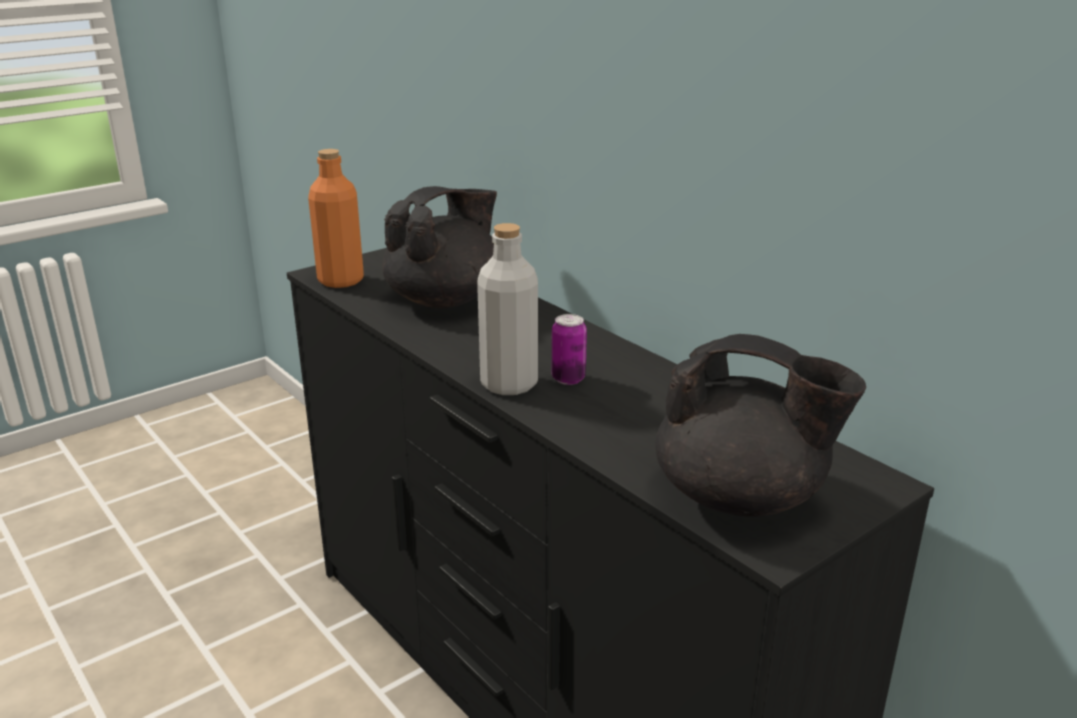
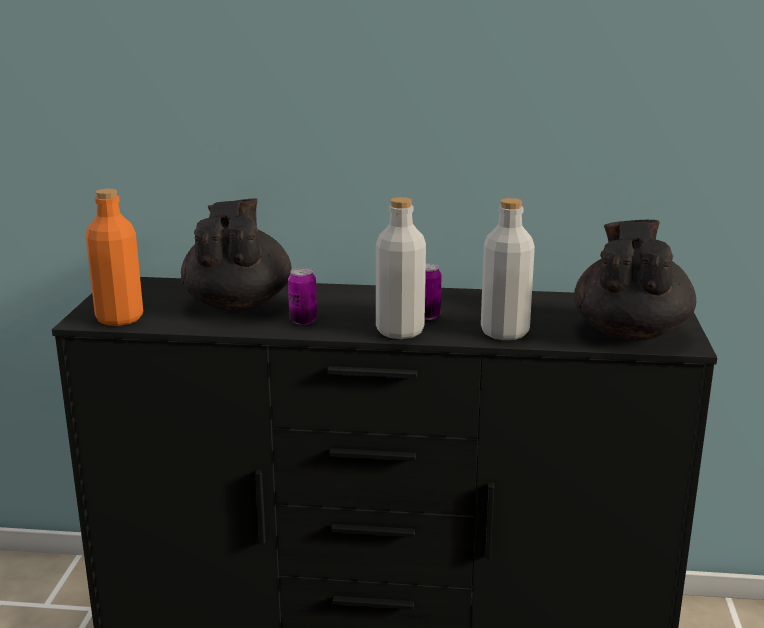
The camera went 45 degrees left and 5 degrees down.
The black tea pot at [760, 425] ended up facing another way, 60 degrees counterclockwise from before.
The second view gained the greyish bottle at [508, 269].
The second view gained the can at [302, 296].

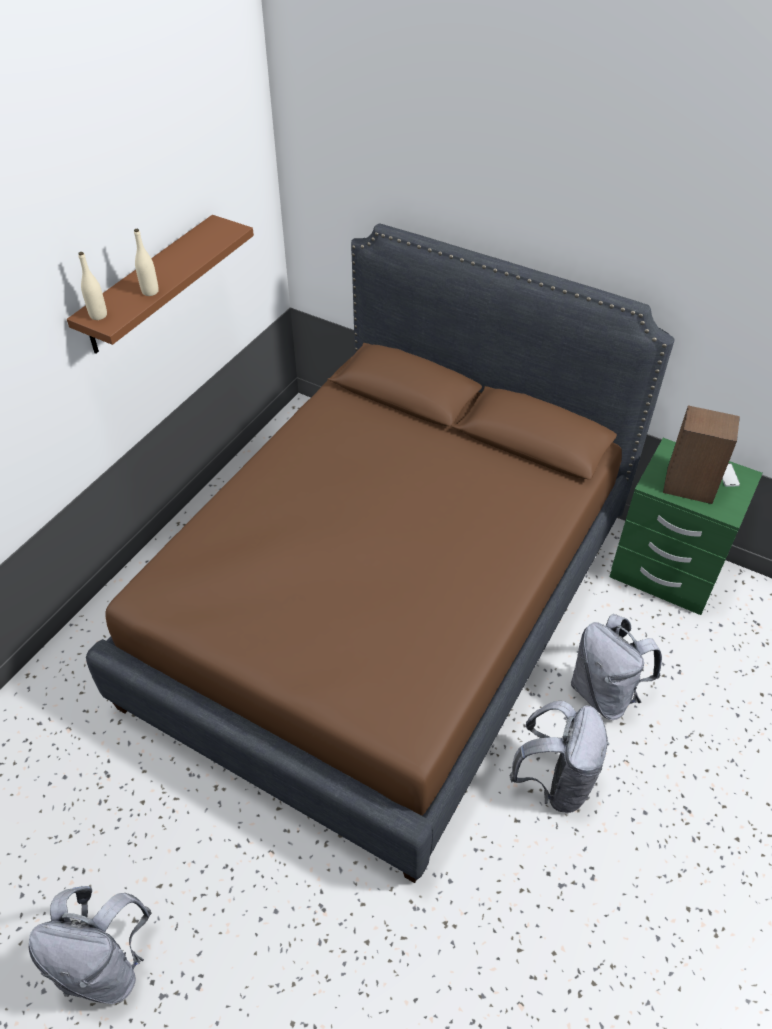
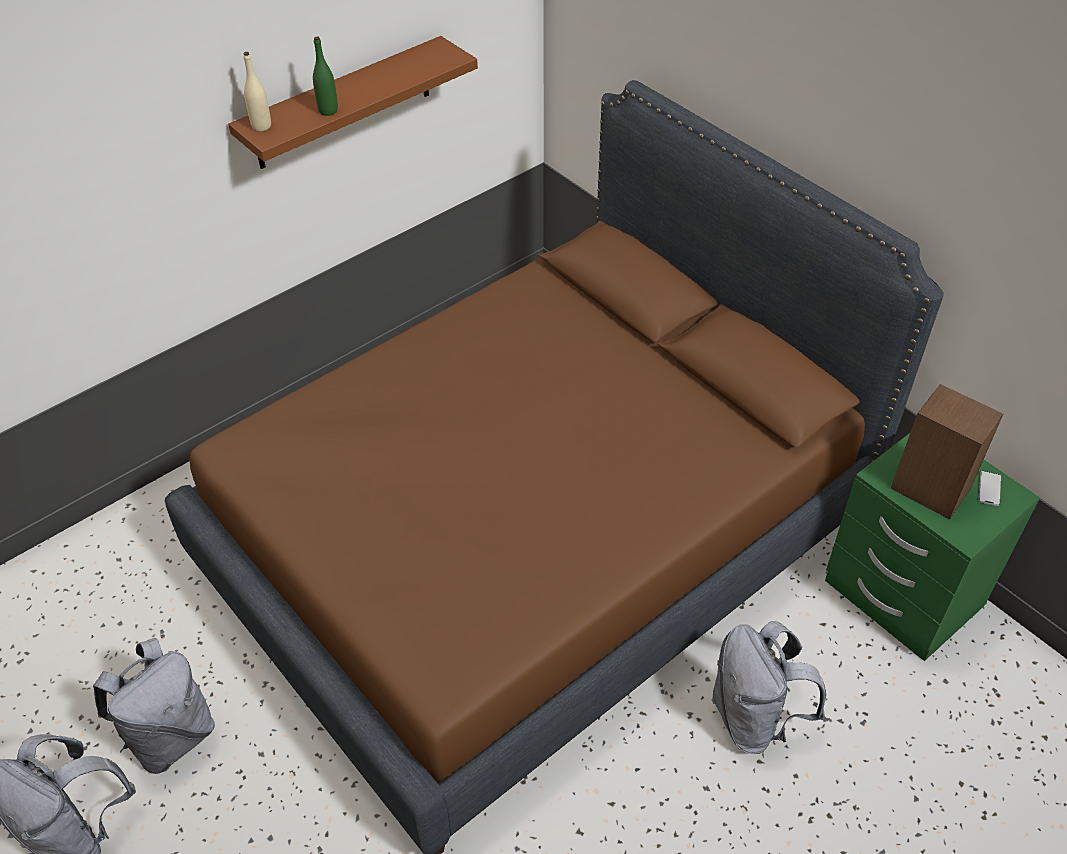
The camera went 20 degrees right and 0 degrees up.
What was the beige-coloured bottle at [146, 262] turned into the green bottle at [325, 76].
The greyish backpack ended up elsewhere, having gone from [559, 757] to [154, 706].

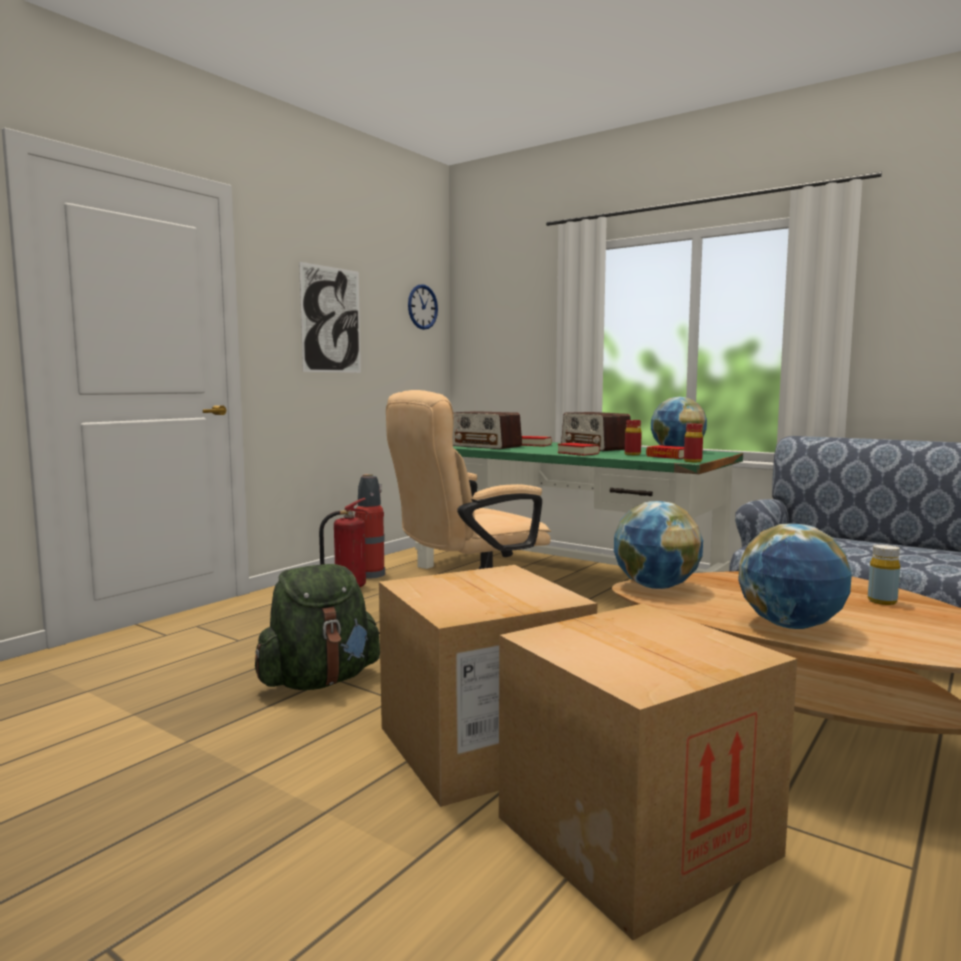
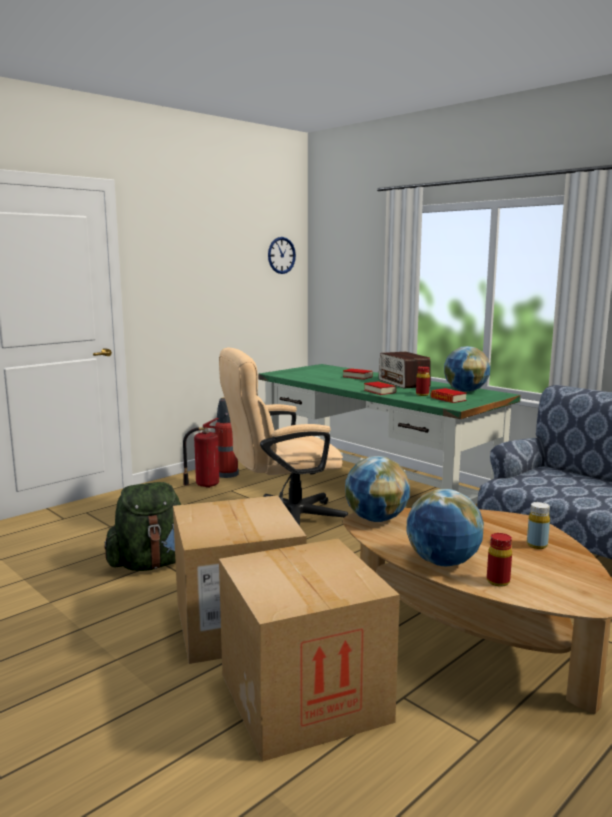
The camera went 10 degrees right and 5 degrees up.
The second view lost the wall picture at [330, 317].
The second view lost the radio at [487, 430].
The red-coloured bottle ended up elsewhere, having gone from [693, 442] to [499, 560].

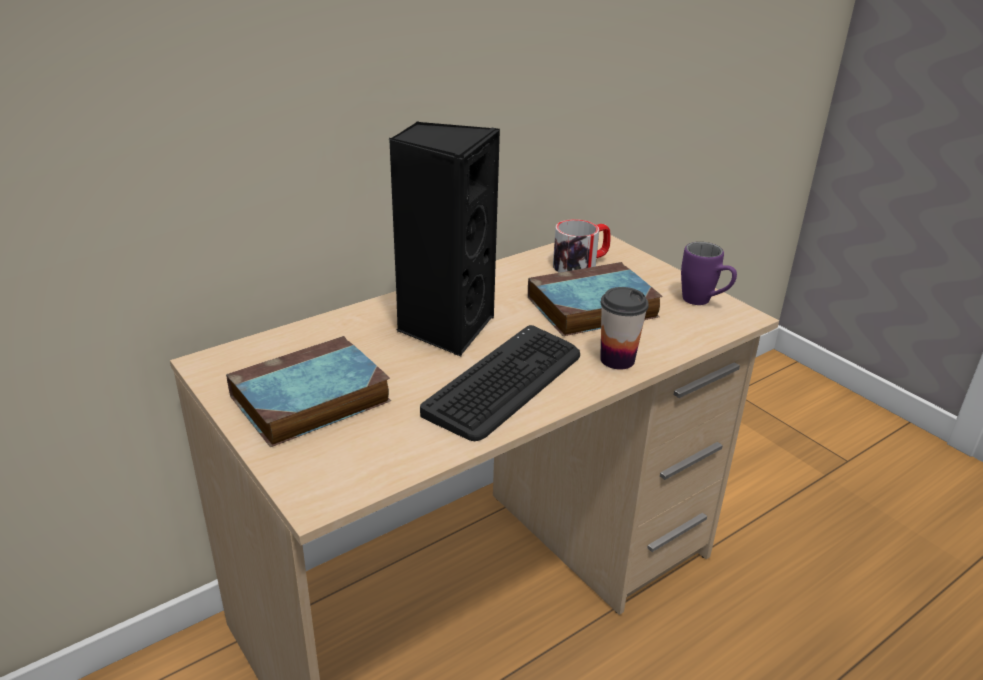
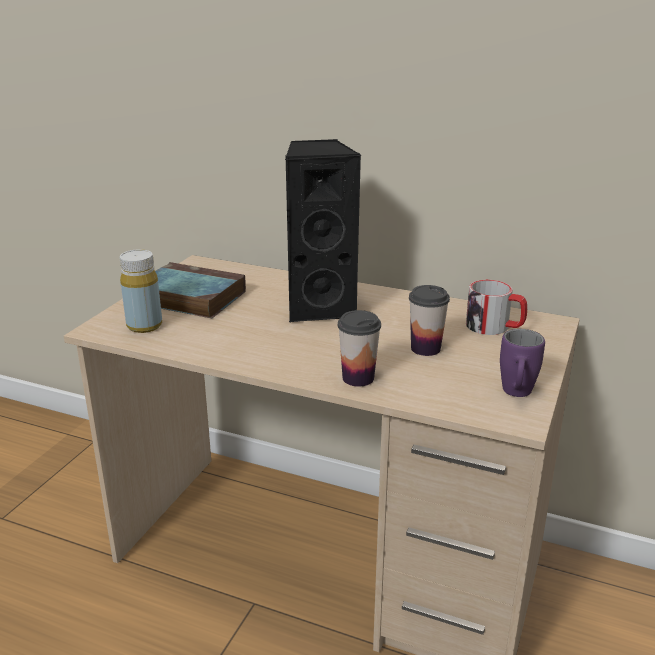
The camera went 60 degrees right and 5 degrees down.
Where the bound book stood at [595, 299], the drinking cup came to stand at [429, 320].
The second view lost the keyboard at [500, 383].
The second view gained the yellowish bottle at [141, 291].

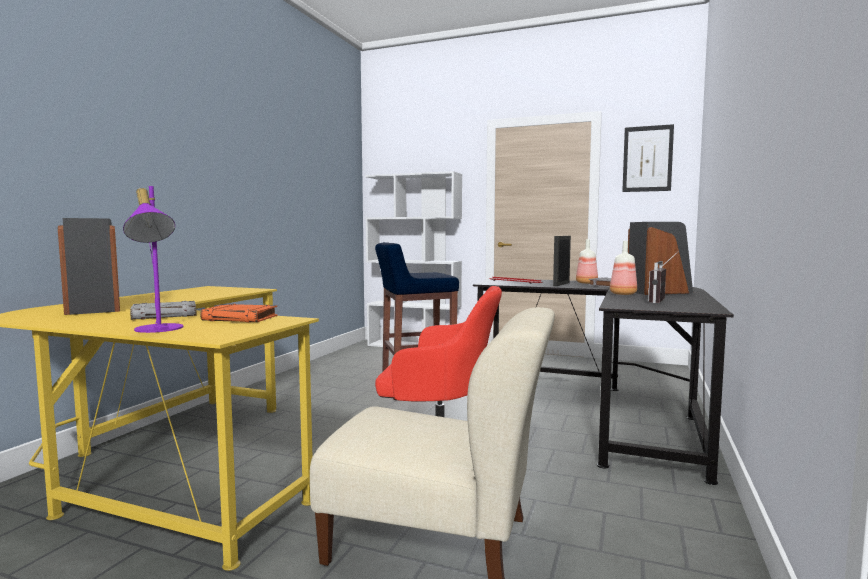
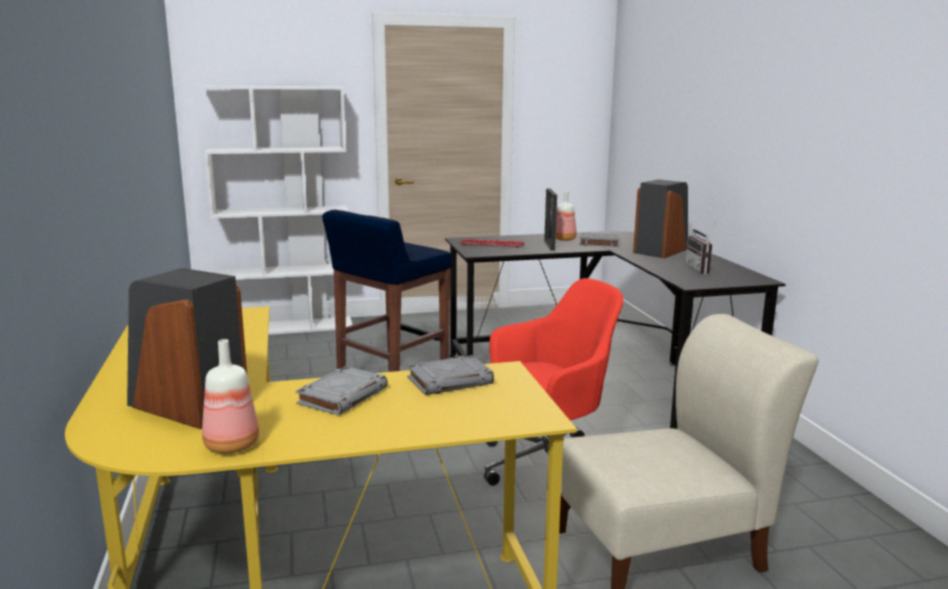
The camera went 35 degrees left and 10 degrees up.
The second view lost the wall picture at [648, 158].
The second view lost the purplish table lamp at [153, 259].
The bottle ended up elsewhere, having gone from [623, 268] to [230, 396].
What was the orange bound book at [239, 313] turned into the greyish bound book at [450, 375].

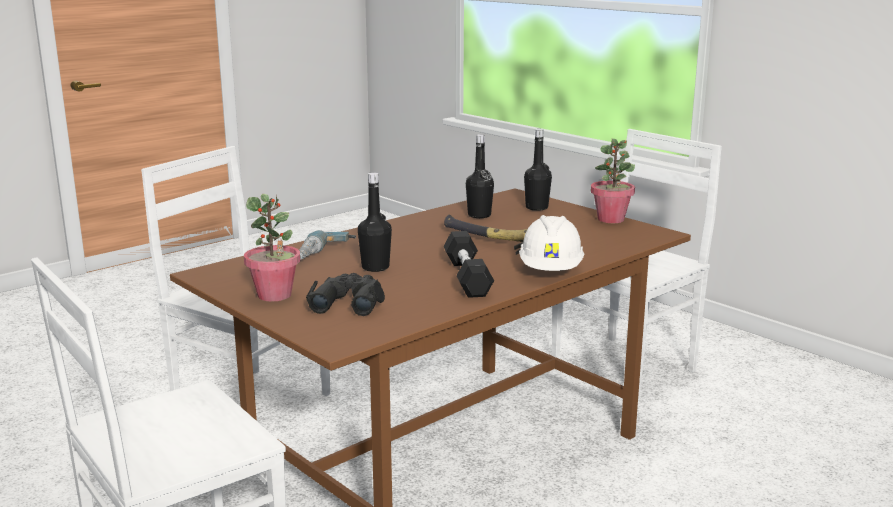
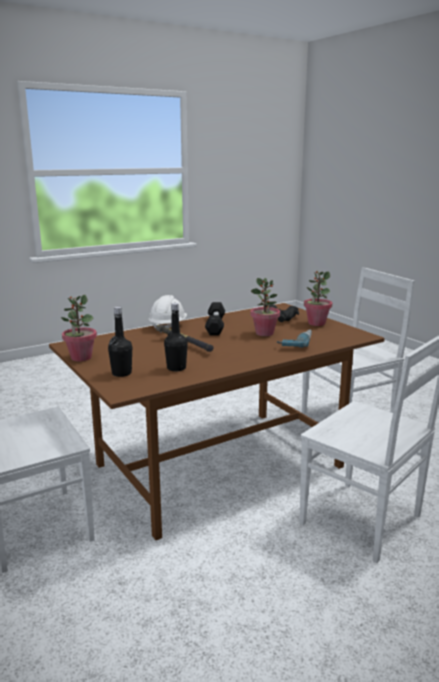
The camera went 170 degrees left and 0 degrees up.
Where the black bottle stood at [375, 222], the potted plant came to stand at [265, 307].

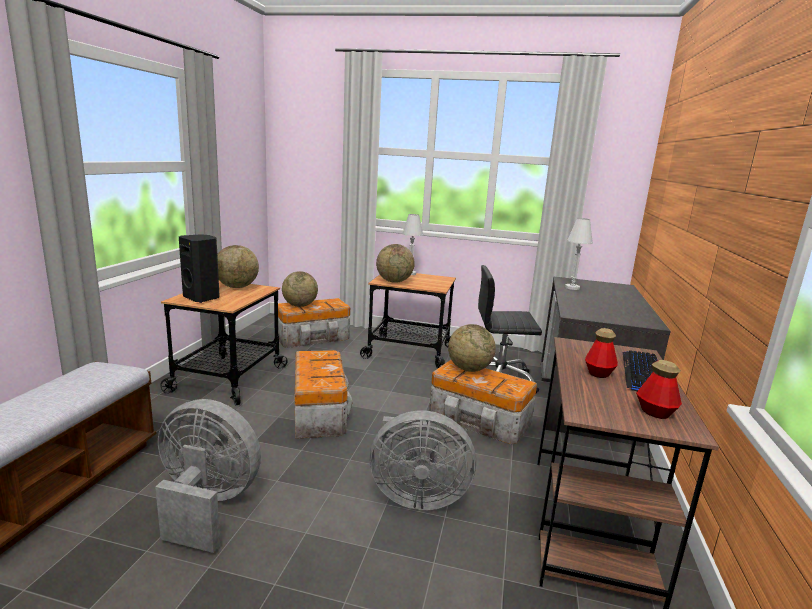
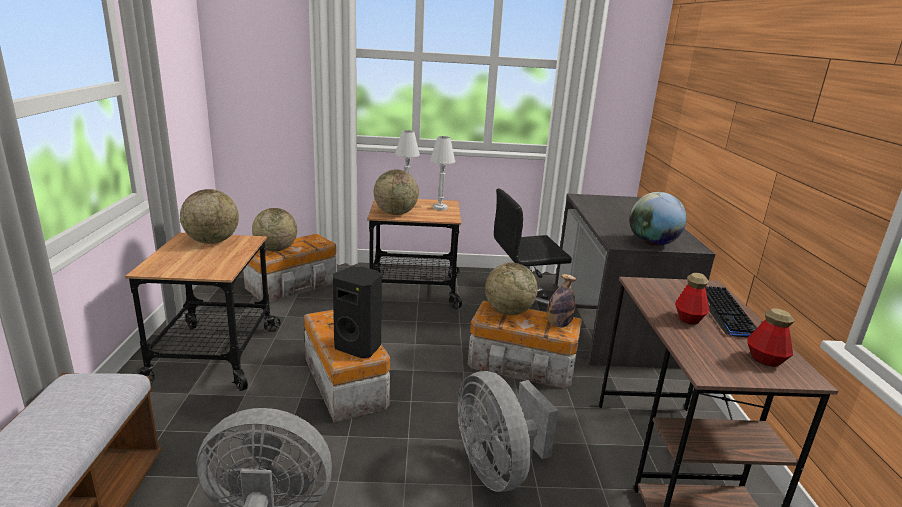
The camera went 15 degrees left and 5 degrees up.
The white table lamp ended up elsewhere, having gone from [579, 254] to [442, 173].
The black audio speaker ended up elsewhere, having gone from [199, 268] to [357, 312].
The greyish fan at [423, 460] ended up facing another way, 75 degrees clockwise from before.
The second view gained the globe at [658, 219].
The second view gained the bottle at [561, 300].

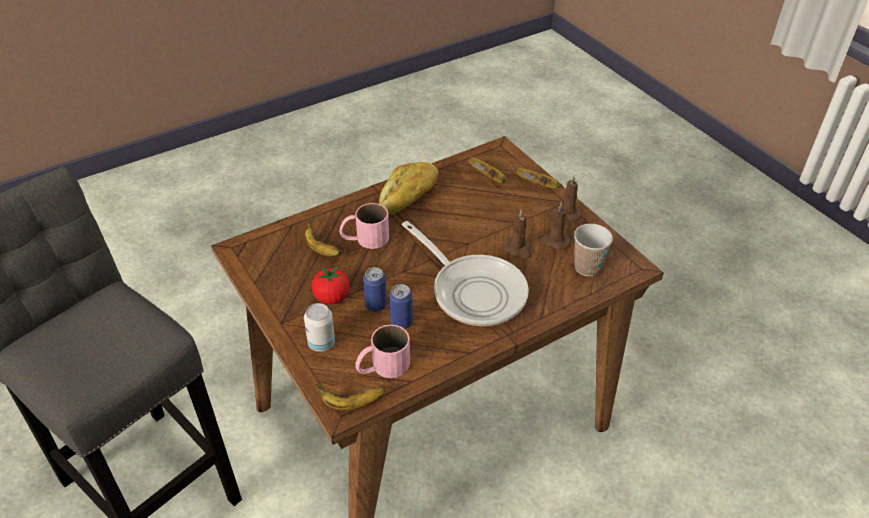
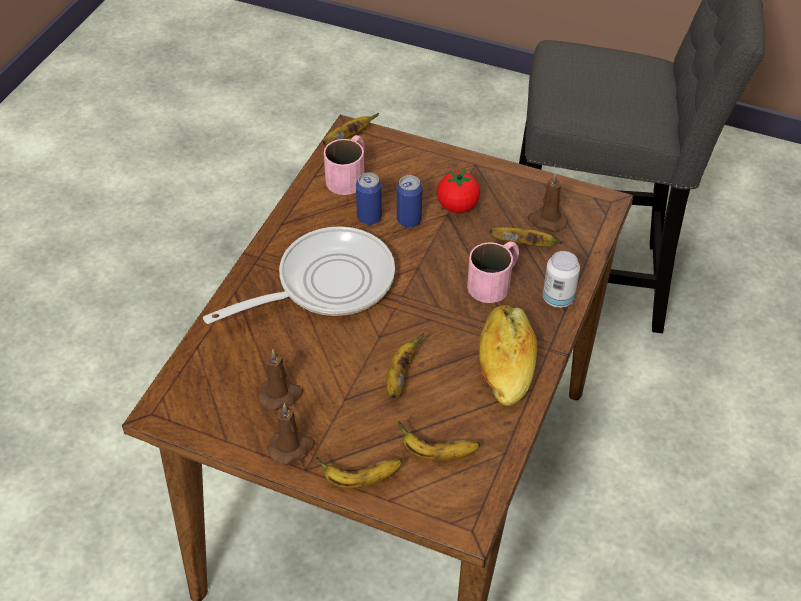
The camera went 145 degrees right and 5 degrees up.
The brown wax light ended up elsewhere, having gone from [516, 234] to [547, 202].
The pan at [465, 273] ended up facing another way, 135 degrees clockwise from before.
The second view lost the drinking cup at [593, 250].
The can ended up elsewhere, having gone from [319, 327] to [561, 279].
The second view gained the banana fruit at [405, 365].

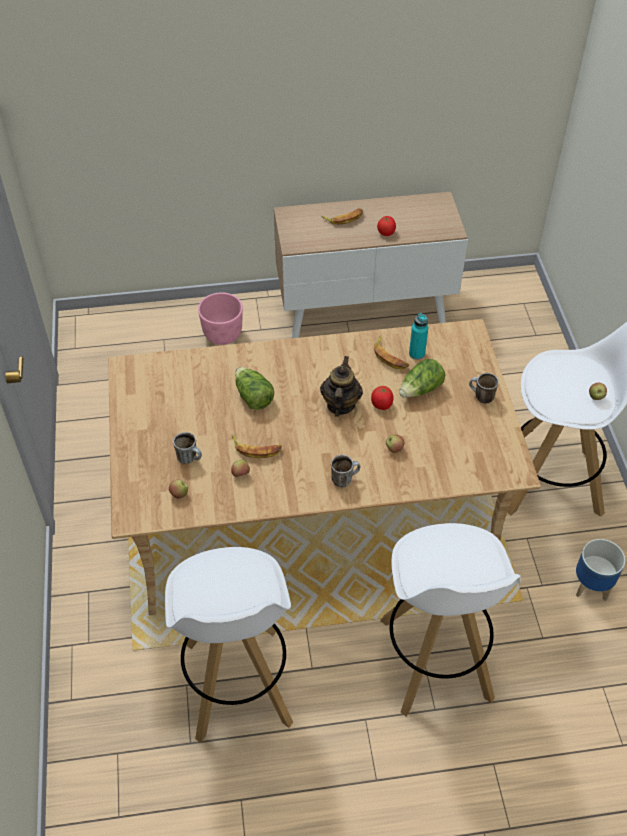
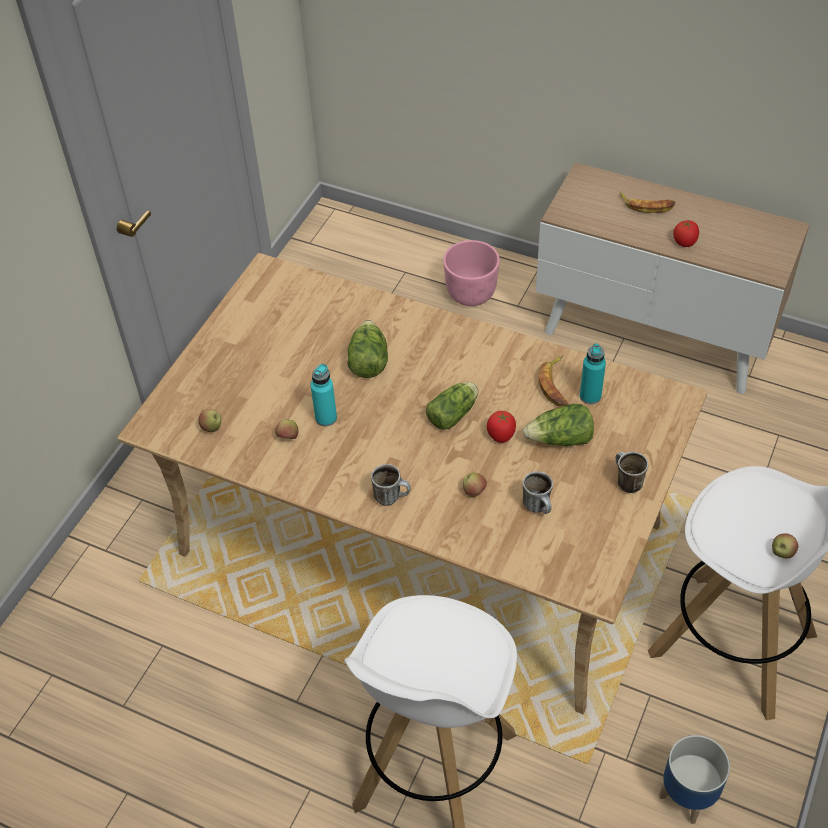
The camera went 35 degrees right and 0 degrees up.
Where the tea pot stood at [341, 386], the lettuce came to stand at [452, 406].
The coffee mug ended up elsewhere, having gone from [187, 448] to [538, 492].
Where the banana fruit stood at [257, 446], the turquoise-coloured bottle came to stand at [324, 395].
The second view lost the white sitting stool at [229, 645].

